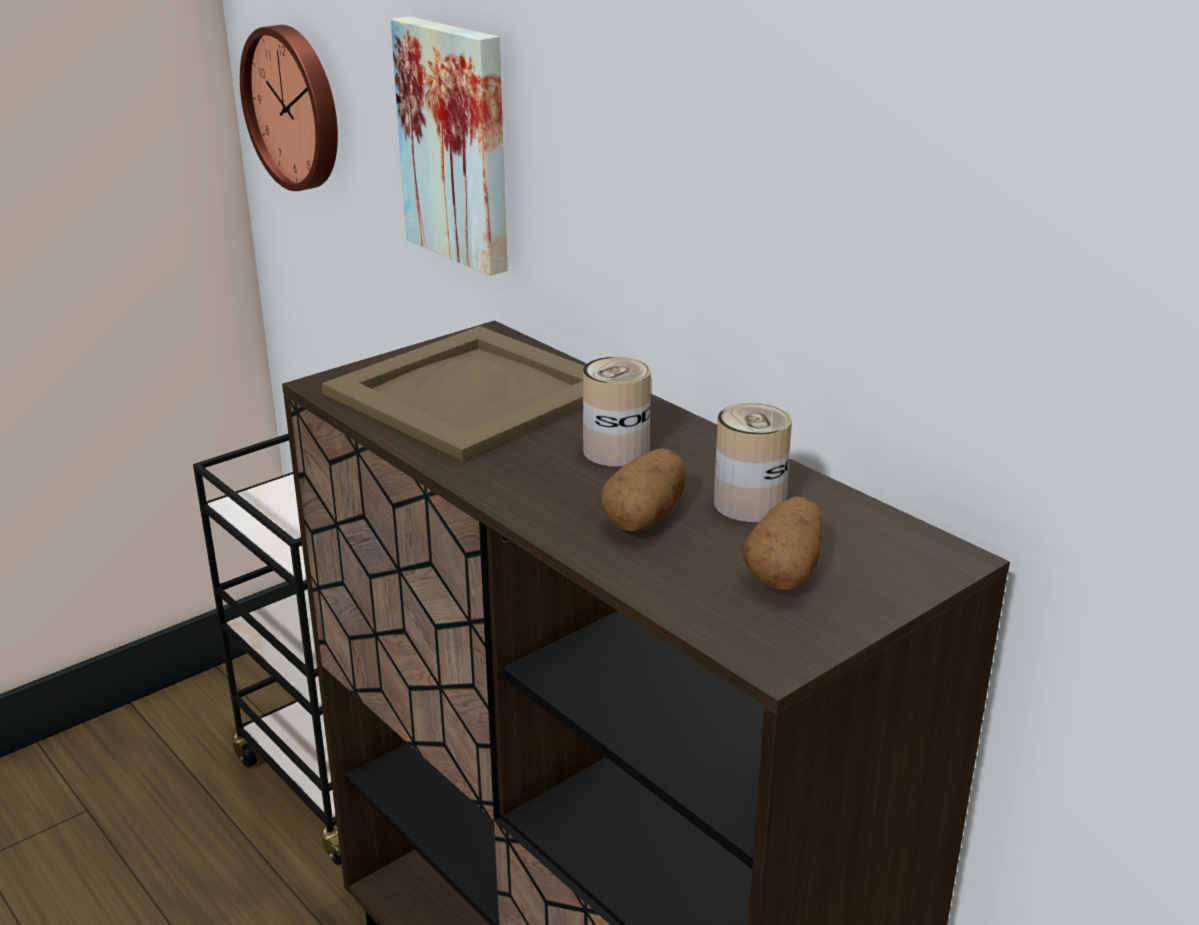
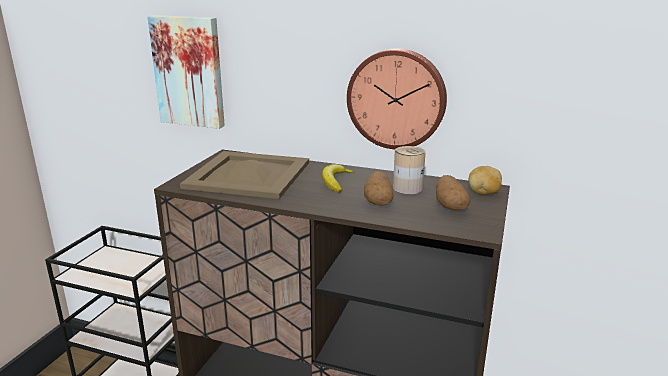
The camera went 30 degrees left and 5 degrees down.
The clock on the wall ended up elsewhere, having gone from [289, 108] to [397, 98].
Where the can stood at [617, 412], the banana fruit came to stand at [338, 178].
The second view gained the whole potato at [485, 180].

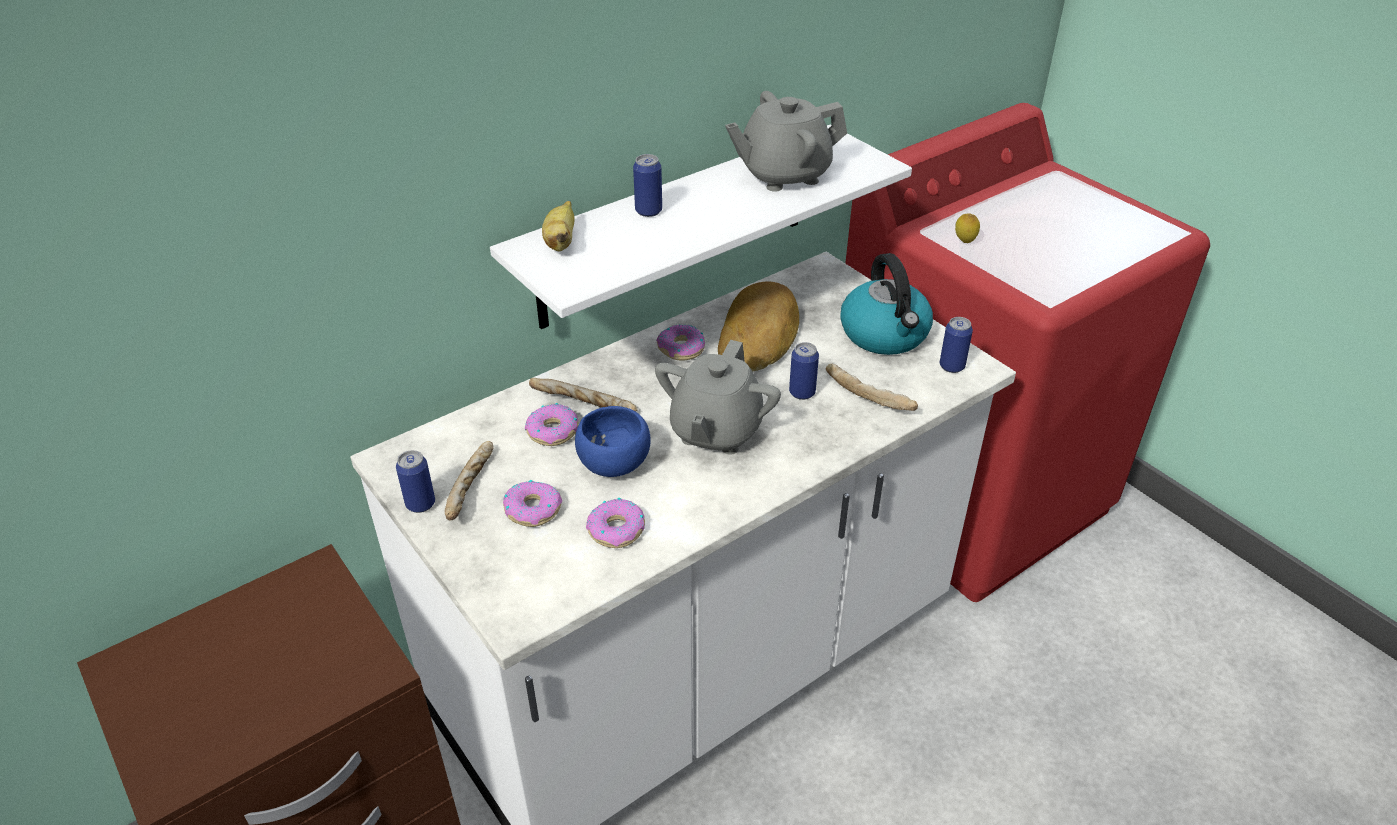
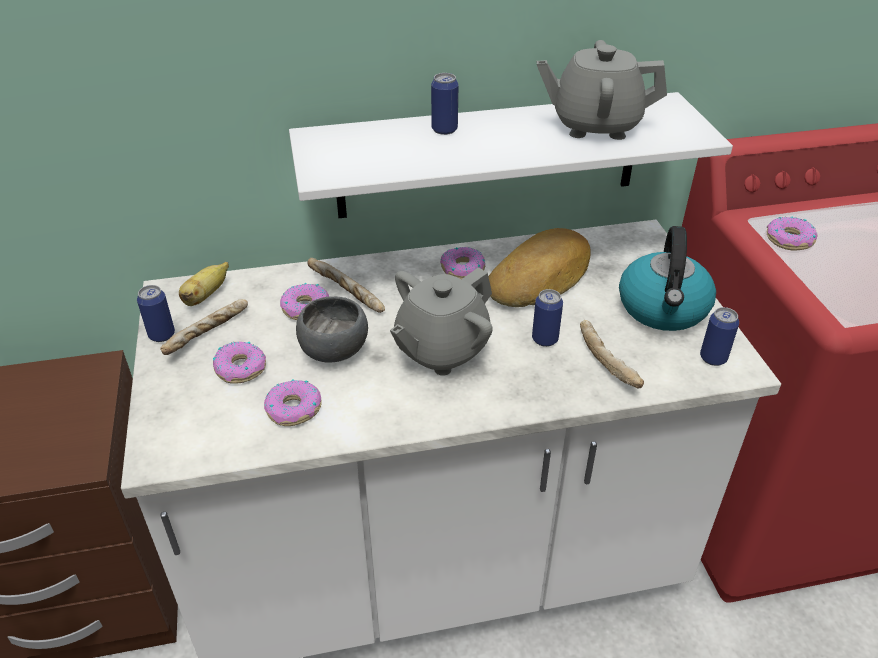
The camera went 25 degrees right and 0 degrees up.
The banana fruit ended up elsewhere, having gone from [558, 226] to [204, 284].
Where the citrus fruit stood at [967, 228], the ring doughnut came to stand at [792, 233].
What was the blue serving bowl at [613, 441] turned into the greyish serving bowl at [332, 329].

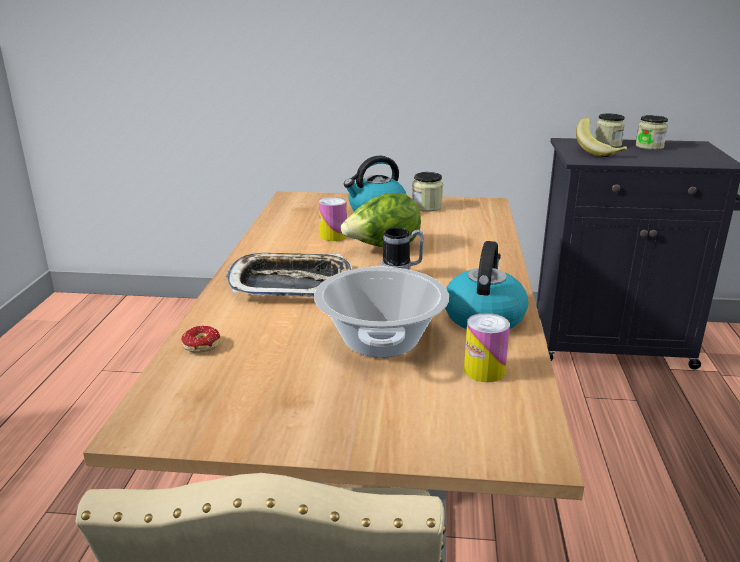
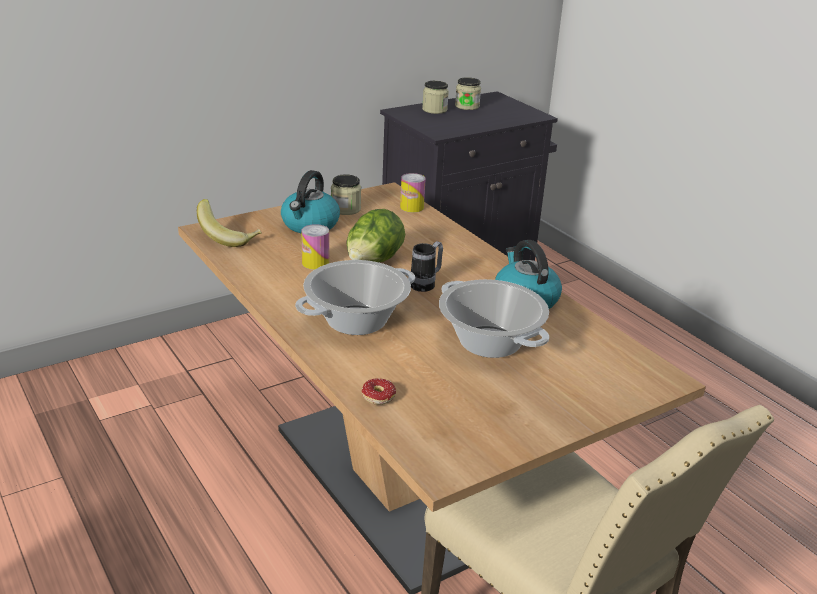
The camera went 40 degrees left and 5 degrees up.
The banana fruit ended up elsewhere, having gone from [601, 137] to [229, 223].
Where the carrying tray stood at [289, 275], the saucepot came to stand at [355, 297].
The can ended up elsewhere, having gone from [487, 347] to [413, 193].

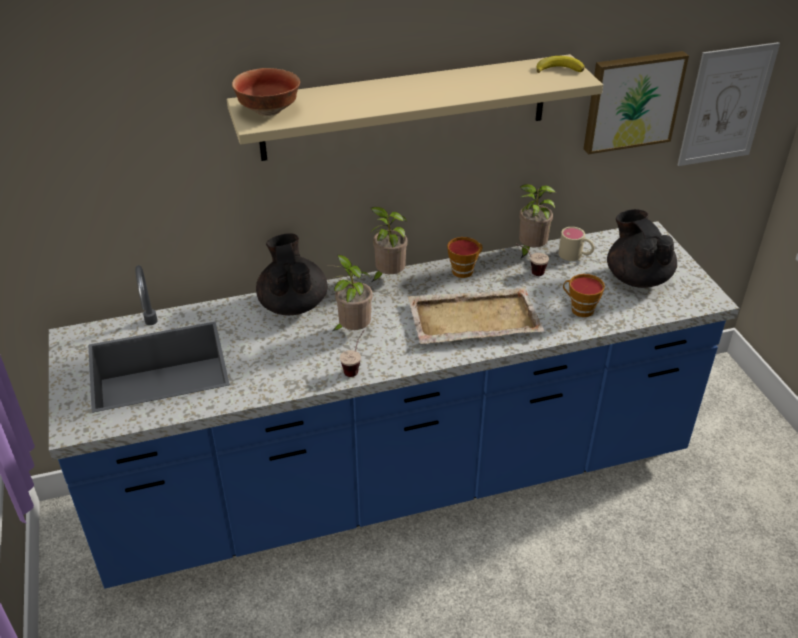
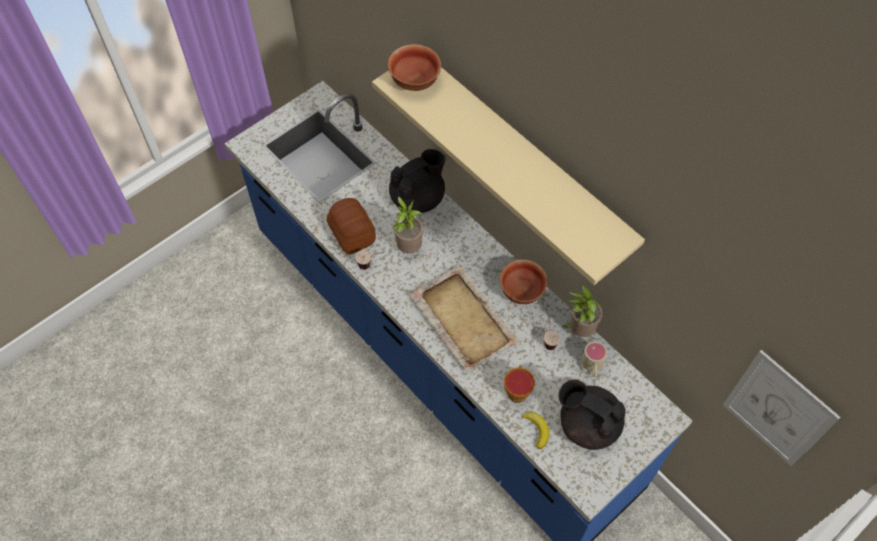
The camera went 65 degrees right and 20 degrees up.
The second view lost the wall picture at [636, 102].
The banana fruit ended up elsewhere, having gone from [561, 64] to [535, 430].
The second view lost the potted plant at [389, 244].
The black tea pot at [642, 248] ended up facing another way, 105 degrees counterclockwise from before.
Where the drinking cup stood at [464, 257], the serving bowl came to stand at [523, 281].
The second view gained the baked bread at [351, 226].

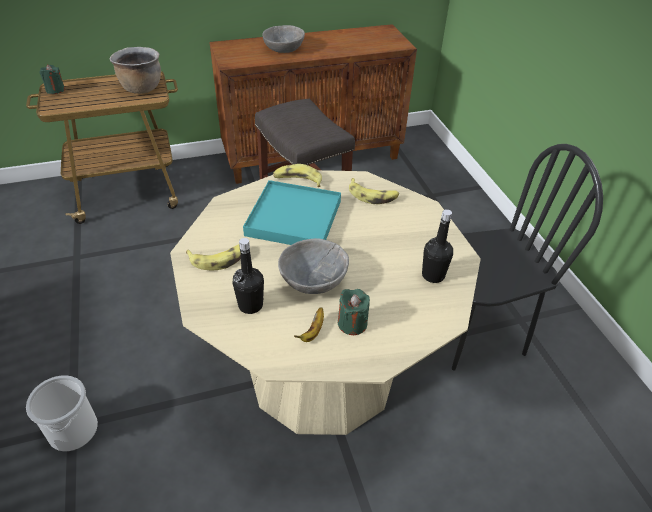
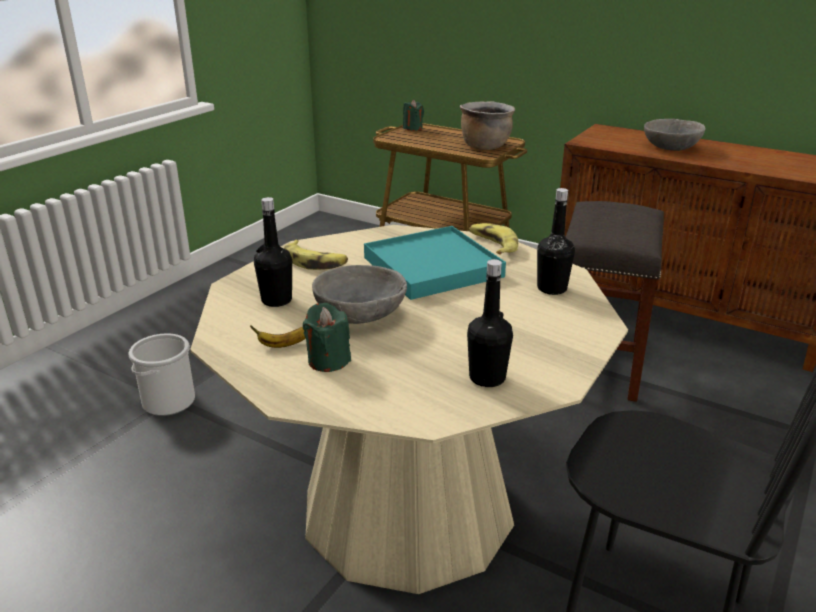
The camera went 50 degrees right and 15 degrees down.
Where the banana fruit stood at [374, 191], the black bottle came to stand at [556, 241].

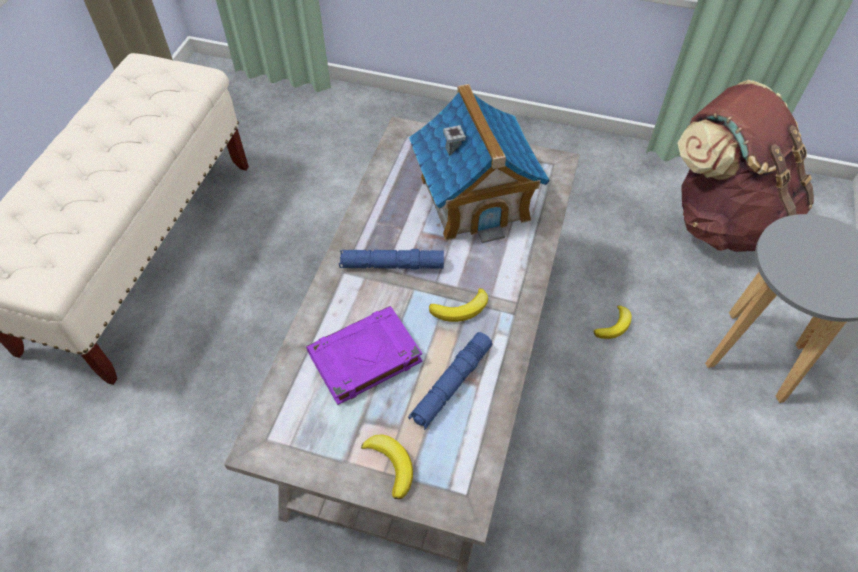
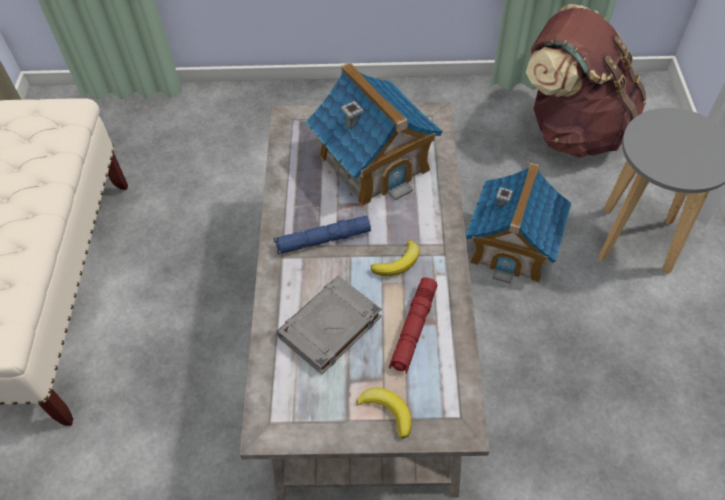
The camera went 15 degrees left and 0 degrees up.
Where the banana fruit stood at [613, 322], the miniature house came to stand at [519, 223].
What was the purplish bound book at [364, 355] turned into the greyish bound book at [329, 325].
What was the blue torch at [450, 381] turned into the red-coloured torch at [413, 325].

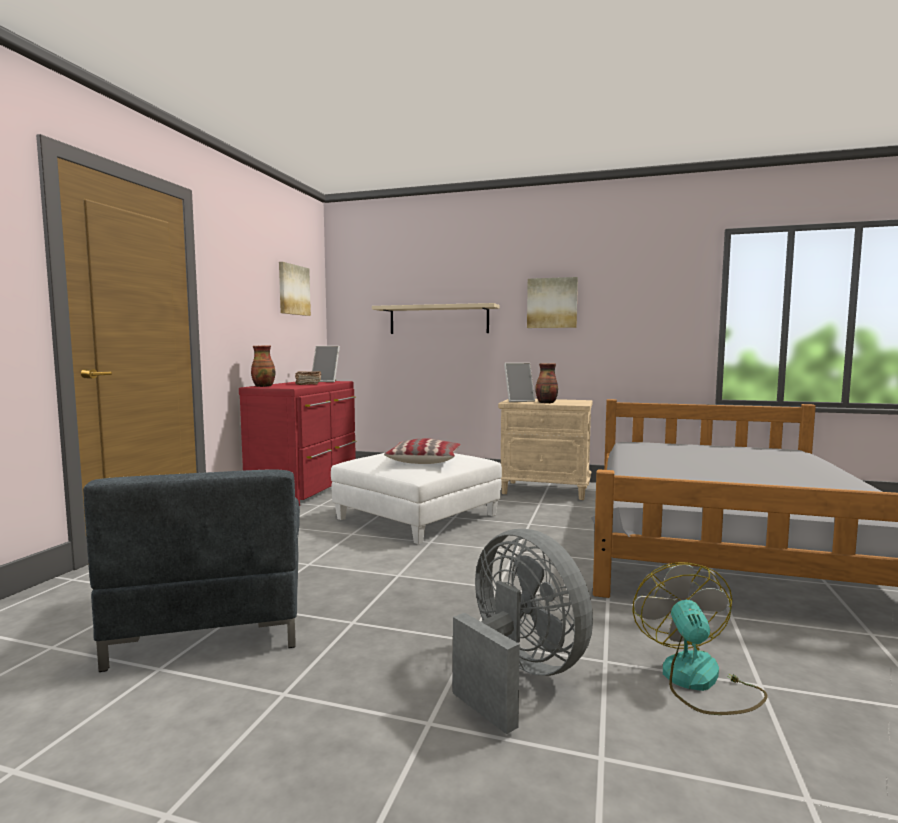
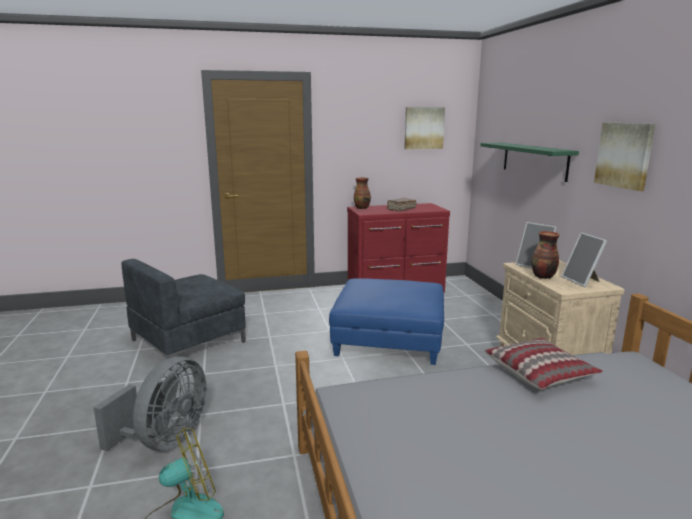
The camera went 60 degrees right and 10 degrees up.
What was the beige-coloured wall shelf at [436, 318] turned into the green wall shelf at [530, 162].
The picture frame ended up elsewhere, having gone from [326, 364] to [584, 260].
The pillow ended up elsewhere, having gone from [422, 451] to [543, 364].
What was the white ottoman at [416, 498] turned into the blue ottoman at [386, 321].

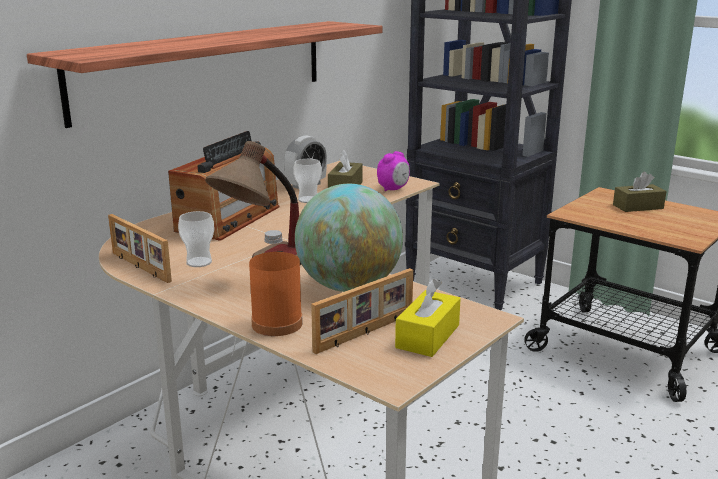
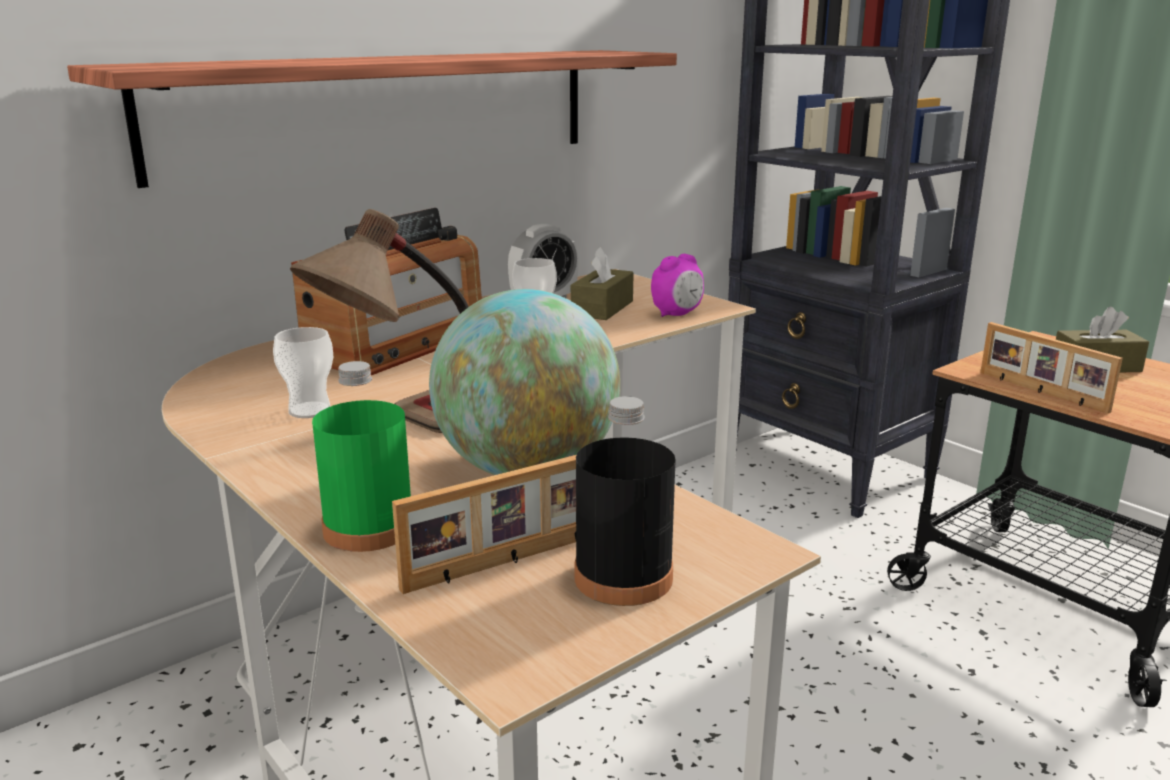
The camera went 10 degrees right and 0 degrees up.
The picture frame ended up elsewhere, having gone from [140, 248] to [1051, 368].
What was the orange bottle at [276, 283] turned into the green bottle at [361, 456].
Where the yellowish box of tissues stood at [428, 318], the black bottle came to stand at [625, 501].

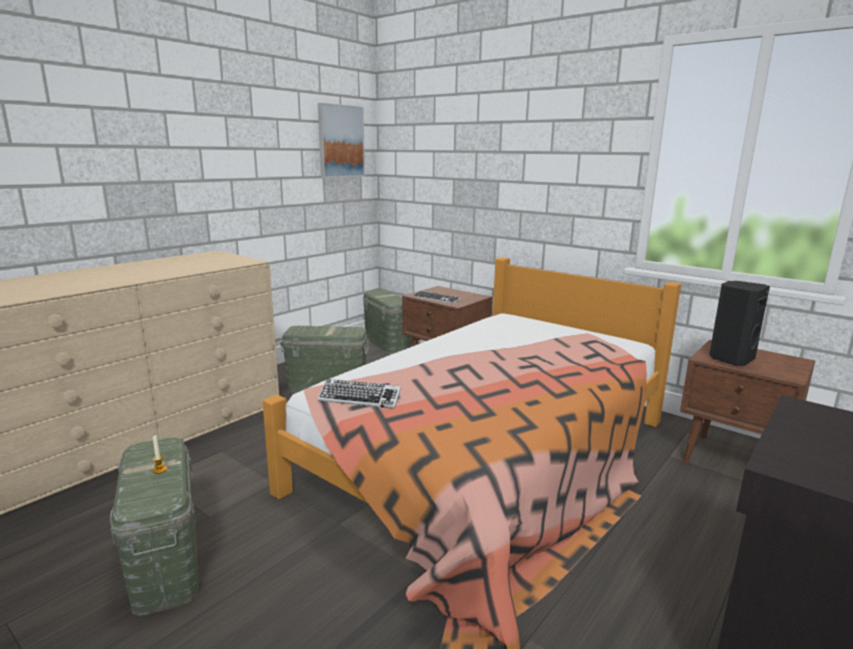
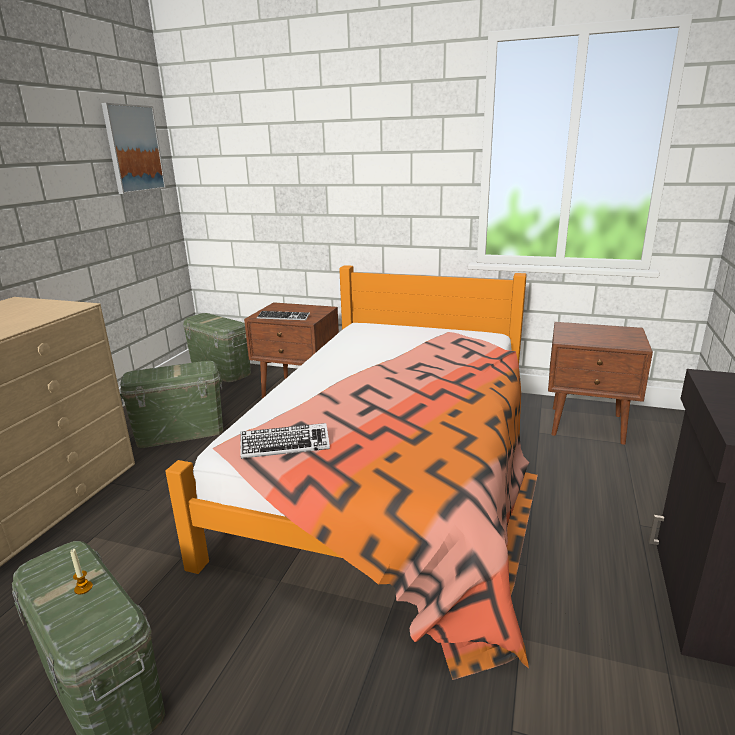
The camera went 20 degrees left and 5 degrees up.
The second view lost the black audio speaker at [739, 323].

